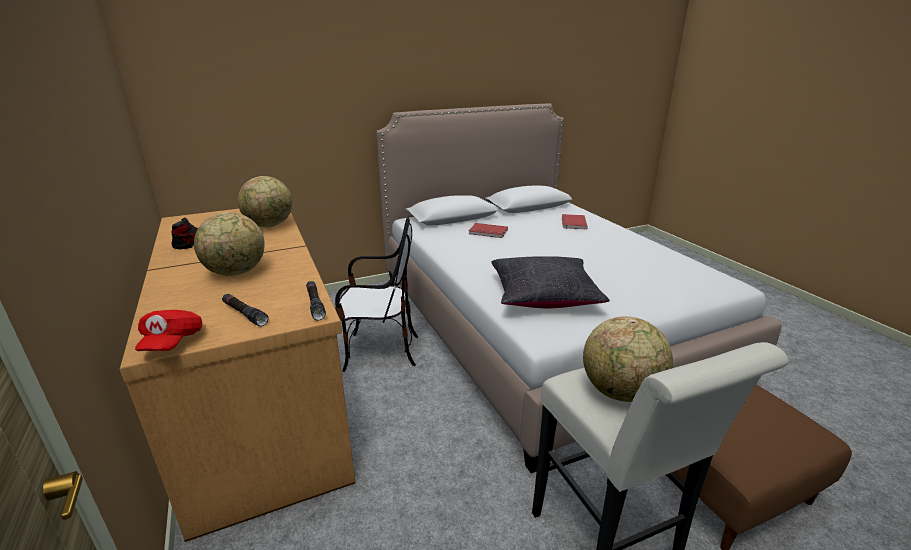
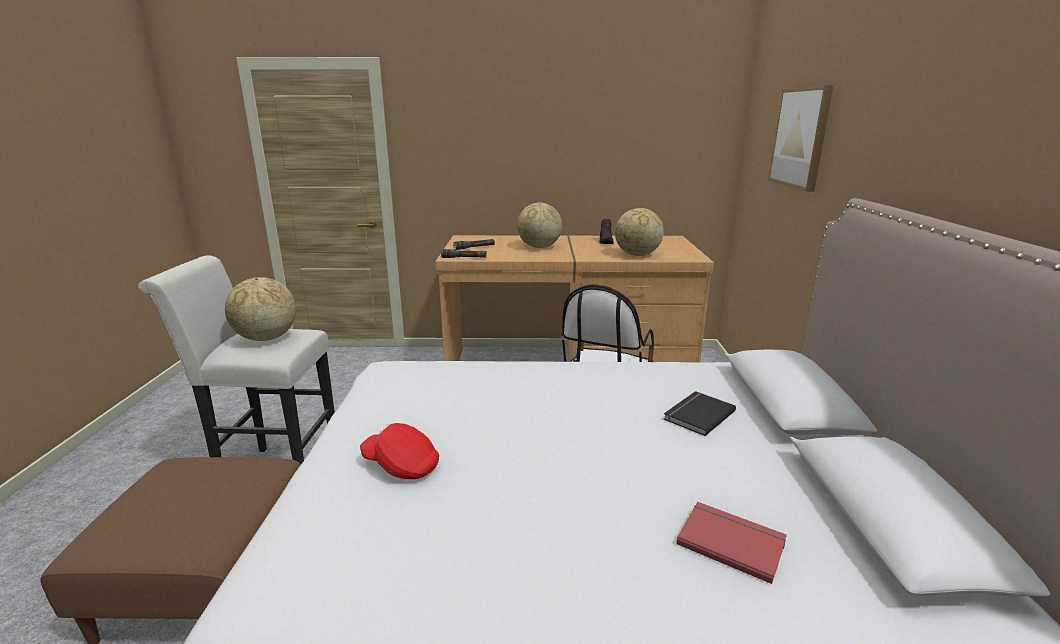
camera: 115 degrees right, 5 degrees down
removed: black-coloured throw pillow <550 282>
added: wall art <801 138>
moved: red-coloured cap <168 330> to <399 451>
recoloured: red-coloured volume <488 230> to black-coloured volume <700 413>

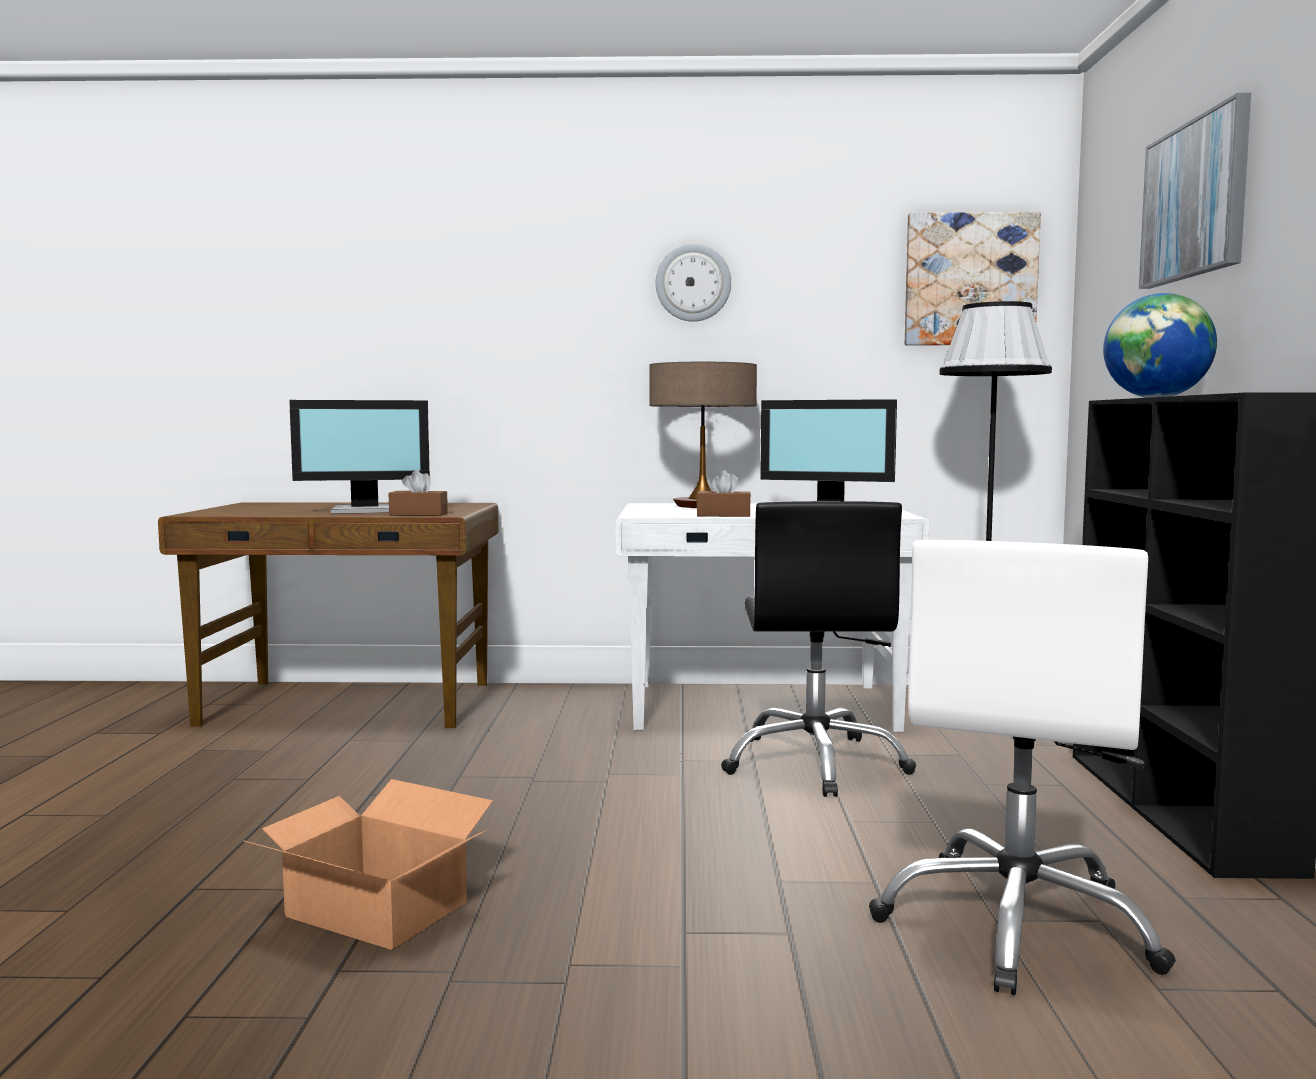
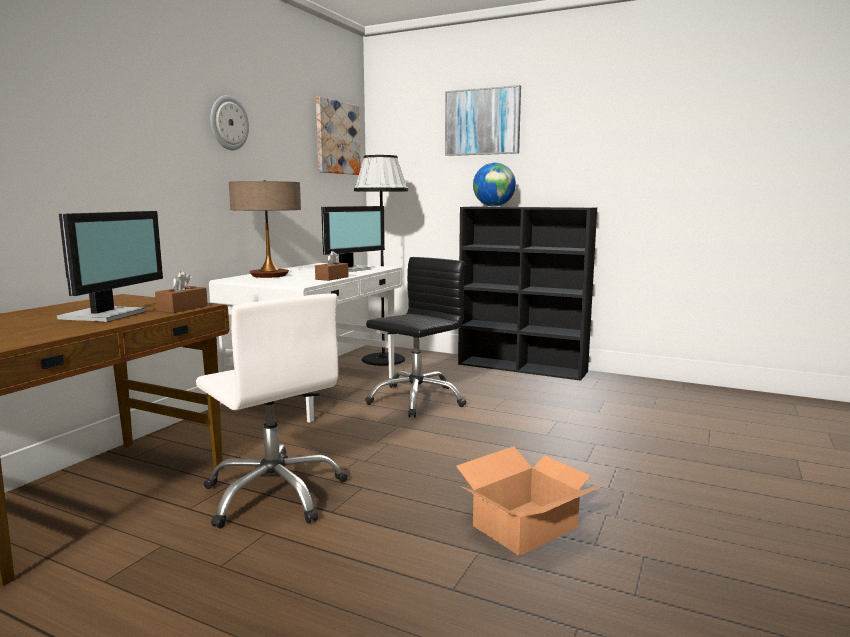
camera: 65 degrees left, 5 degrees up
moved: whitish computer chair <1022 767> to <272 411>
turned: black-coloured computer chair <818 649> = <415 337> 75 degrees counterclockwise

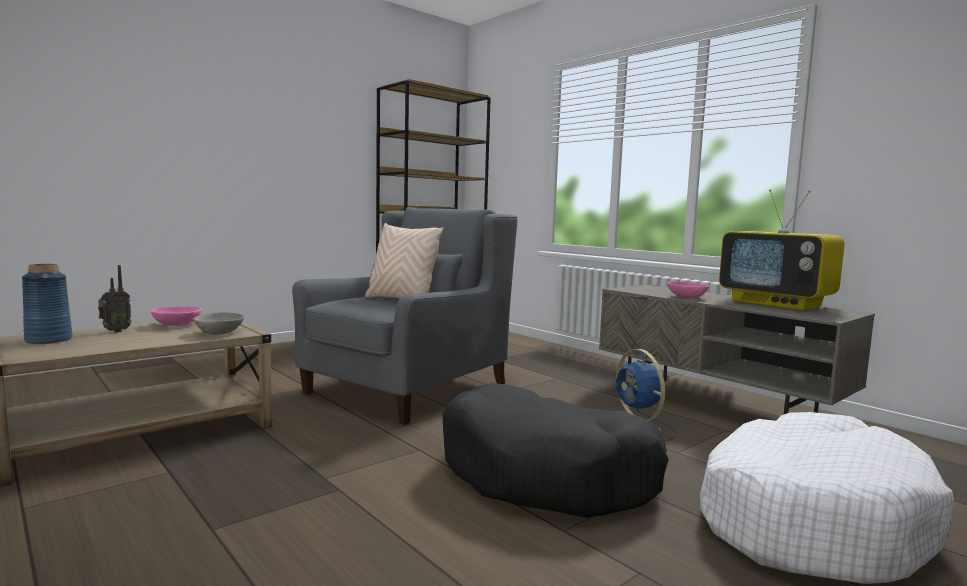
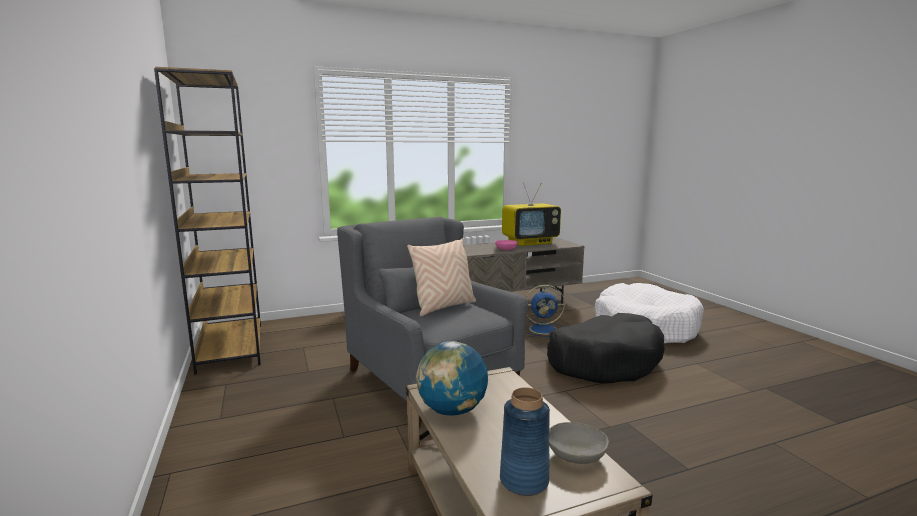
camera: 70 degrees left, 5 degrees up
removed: radio <115 298>
moved: gray bowl <219 323> to <579 443>
replaced: pink bowl <176 316> to globe <452 378>

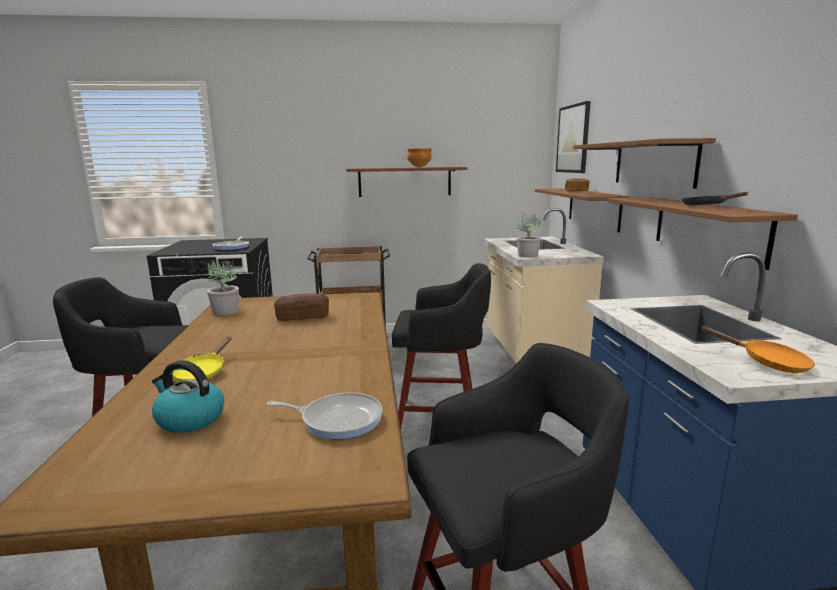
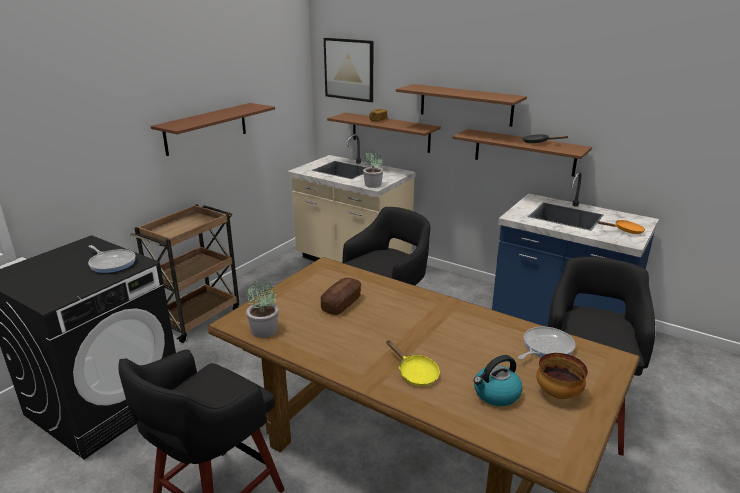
camera: 50 degrees left, 10 degrees up
moved: bowl <419 157> to <562 376>

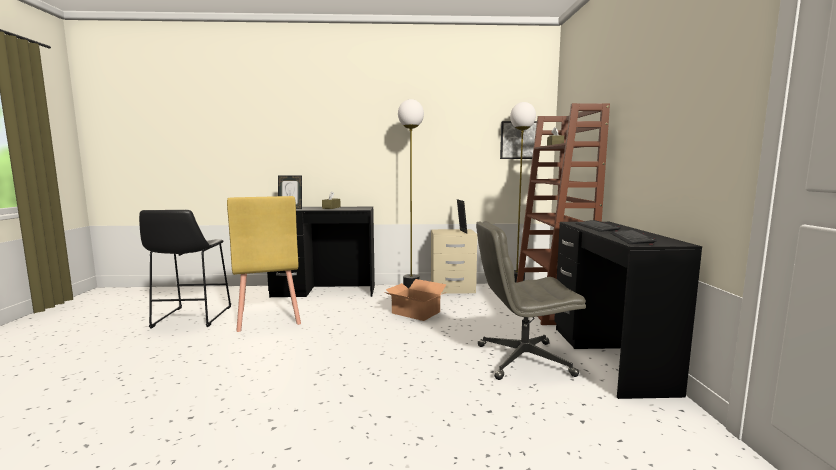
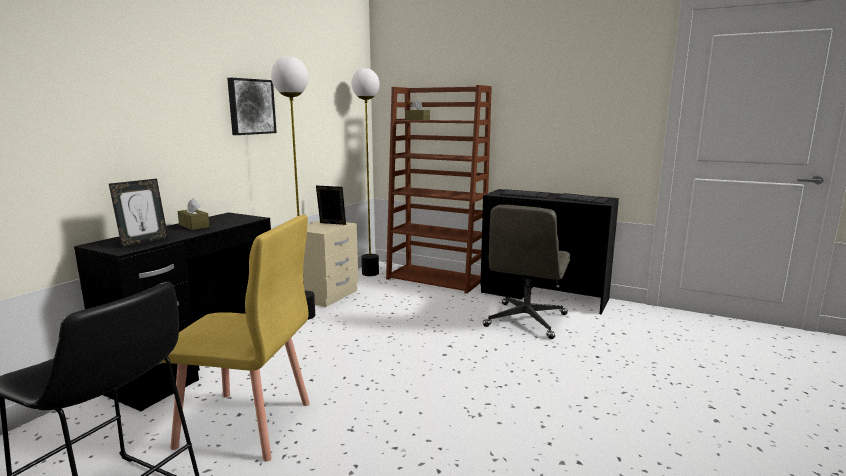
camera: 60 degrees left, 5 degrees up
removed: carton <415 300>
moved: wall art <518 140> to <252 106>

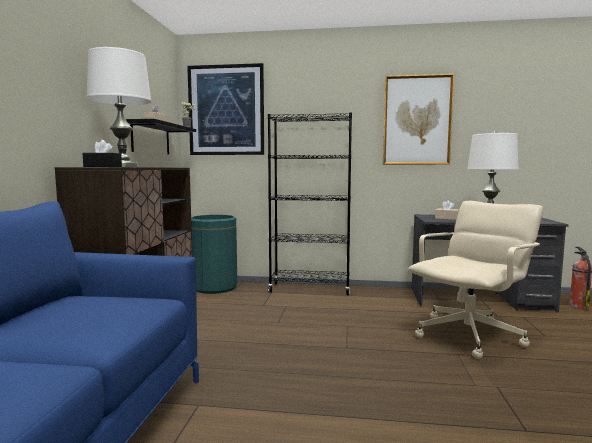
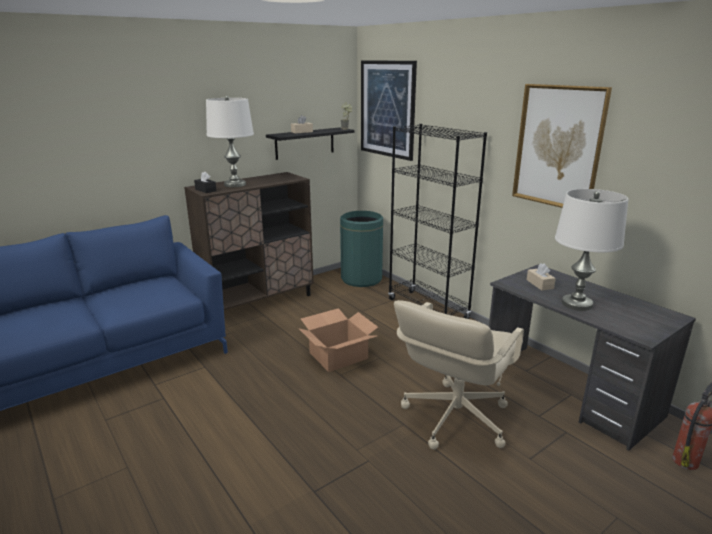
camera: 45 degrees right, 15 degrees up
added: carton <338 340>
turned: beige computer chair <475 280> = <459 375> 120 degrees clockwise

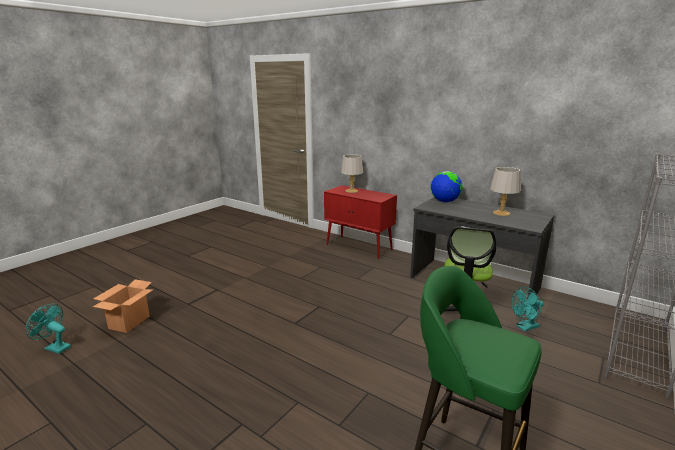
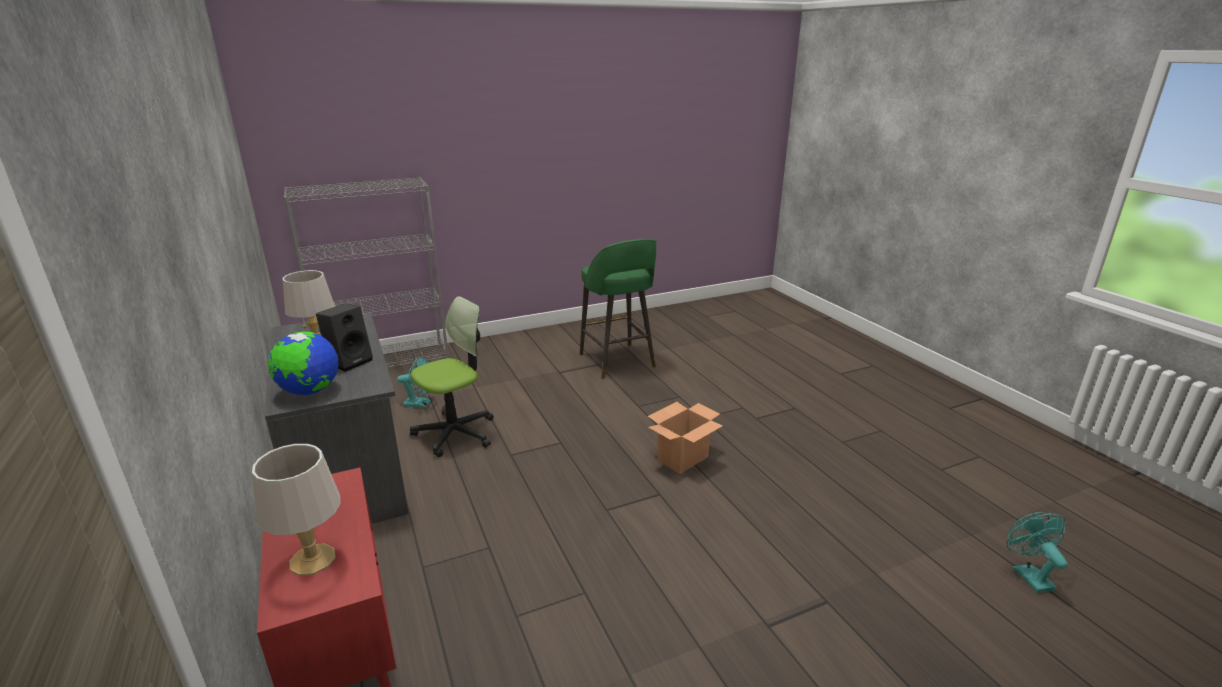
camera: 150 degrees left, 5 degrees up
added: black-coloured loudspeaker <344 338>
moved: carton <123 306> to <685 438>
turned: blue-green electric fan <48 329> = <1037 552> 150 degrees counterclockwise

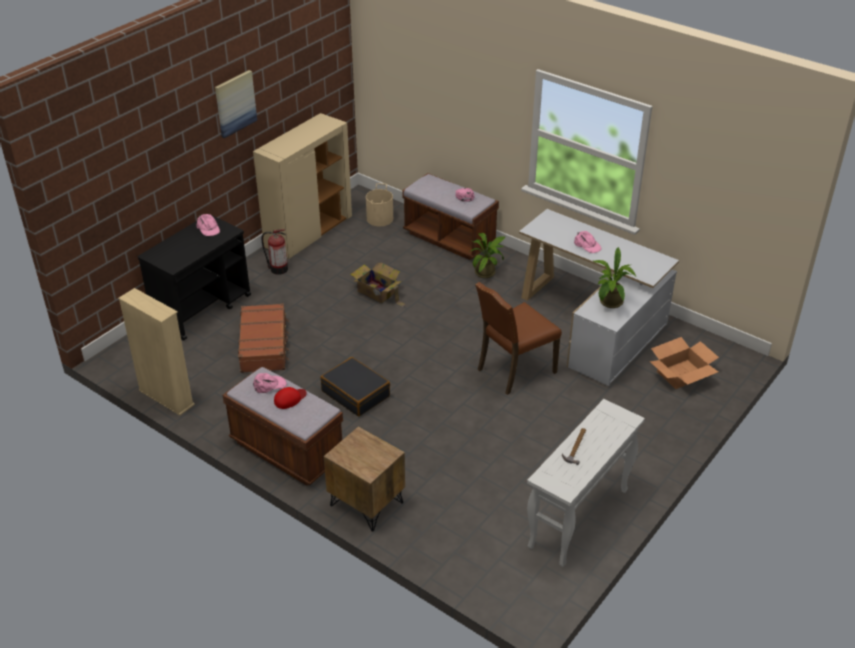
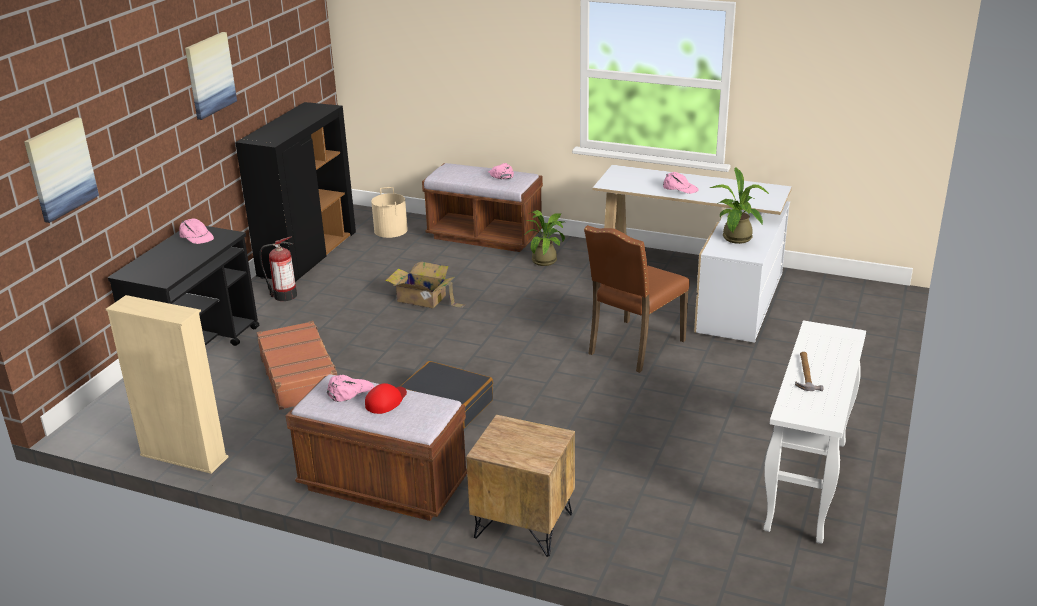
camera: 15 degrees left, 10 degrees down
removed: carton <684 363>
added: wall art <61 170>
recoloured: beige storage cabinet <302 186> to black-coloured storage cabinet <295 192>

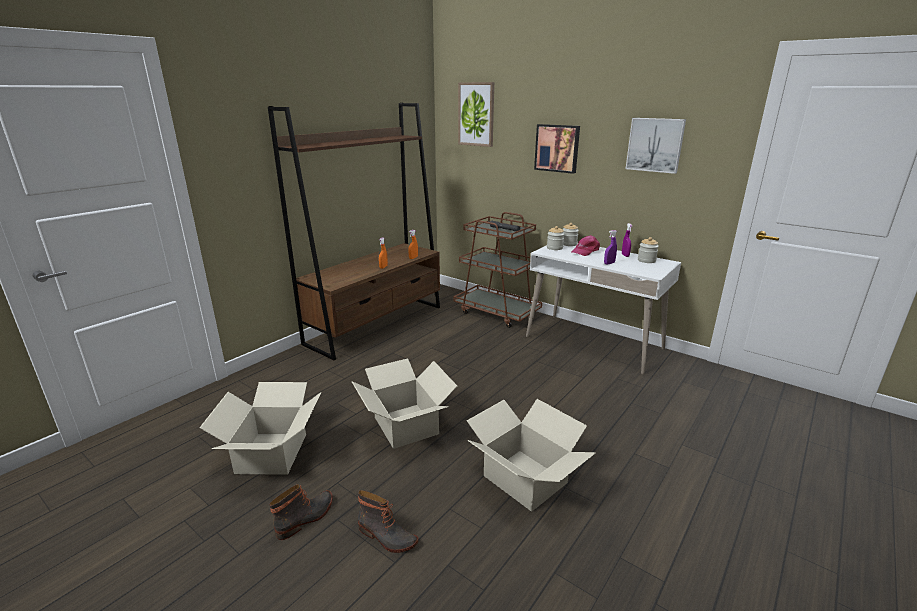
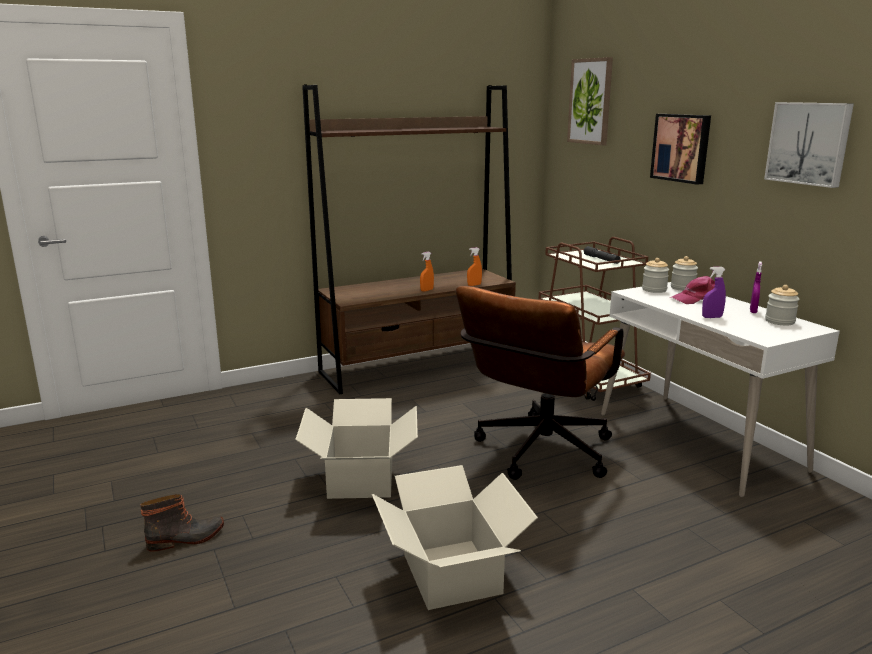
camera: 25 degrees right, 5 degrees down
removed: carton <260 428>; high-top boot <388 521>
added: brownish computer chair <540 383>

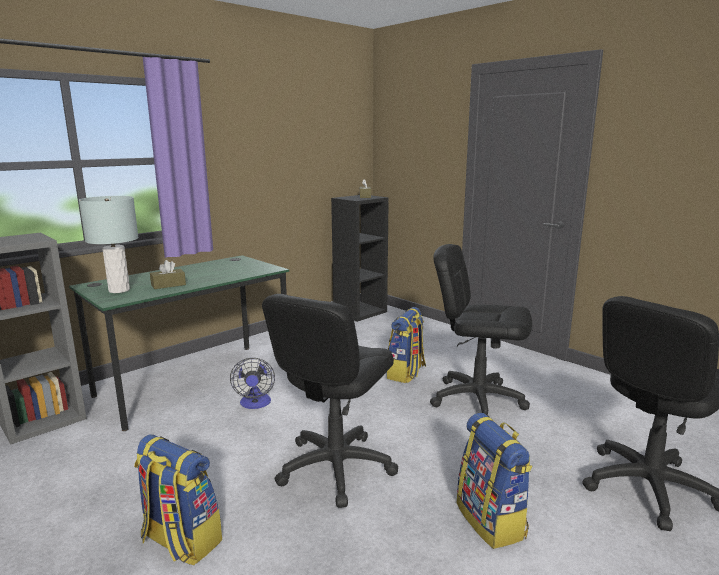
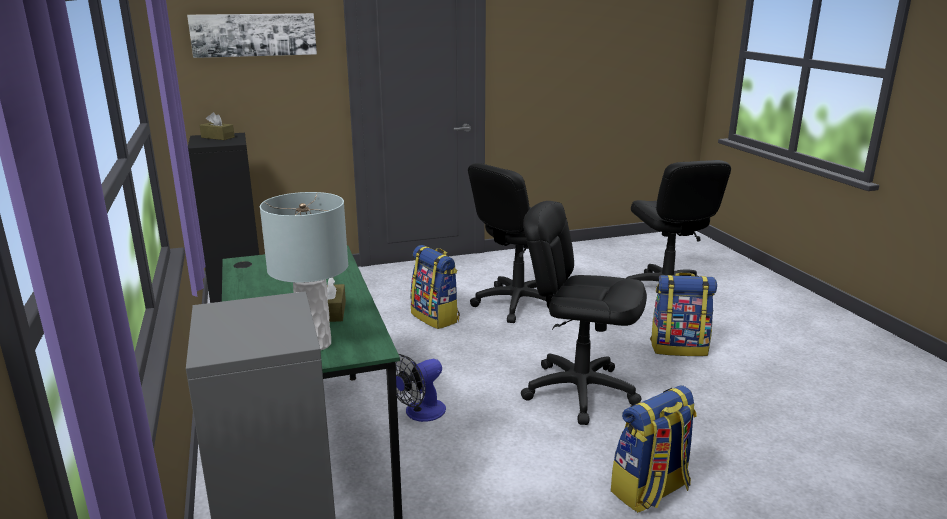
camera: 65 degrees left, 5 degrees up
added: wall art <252 35>
turned: electric fan <252 383> = <420 388> 120 degrees clockwise; black-coloured computer chair <330 401> = <584 313> 150 degrees clockwise

